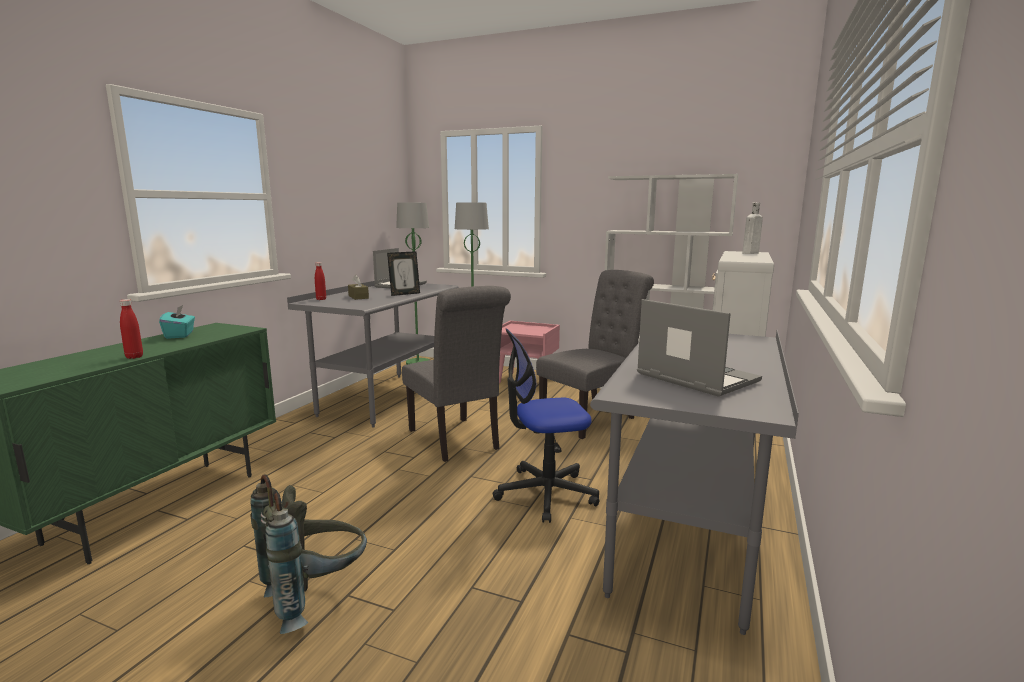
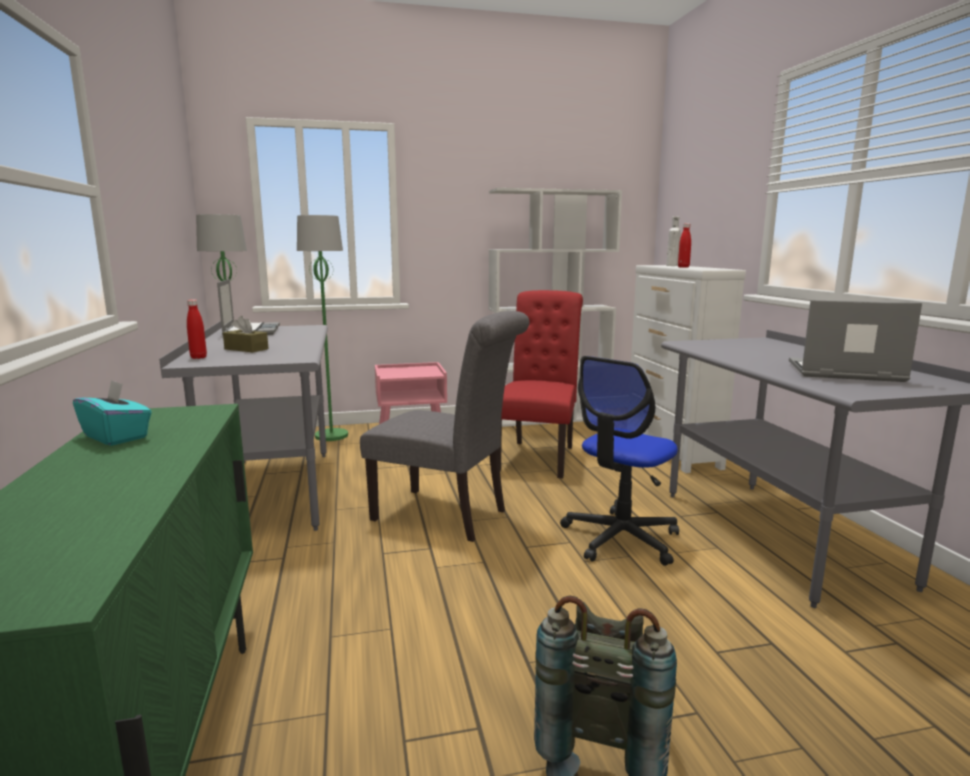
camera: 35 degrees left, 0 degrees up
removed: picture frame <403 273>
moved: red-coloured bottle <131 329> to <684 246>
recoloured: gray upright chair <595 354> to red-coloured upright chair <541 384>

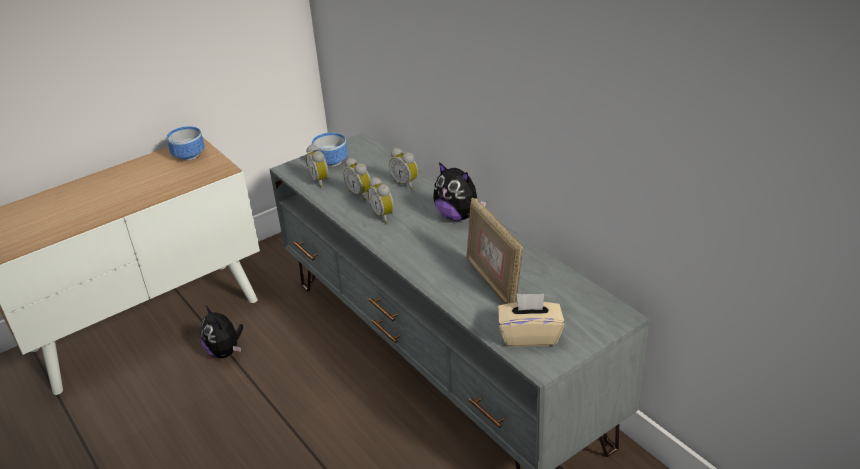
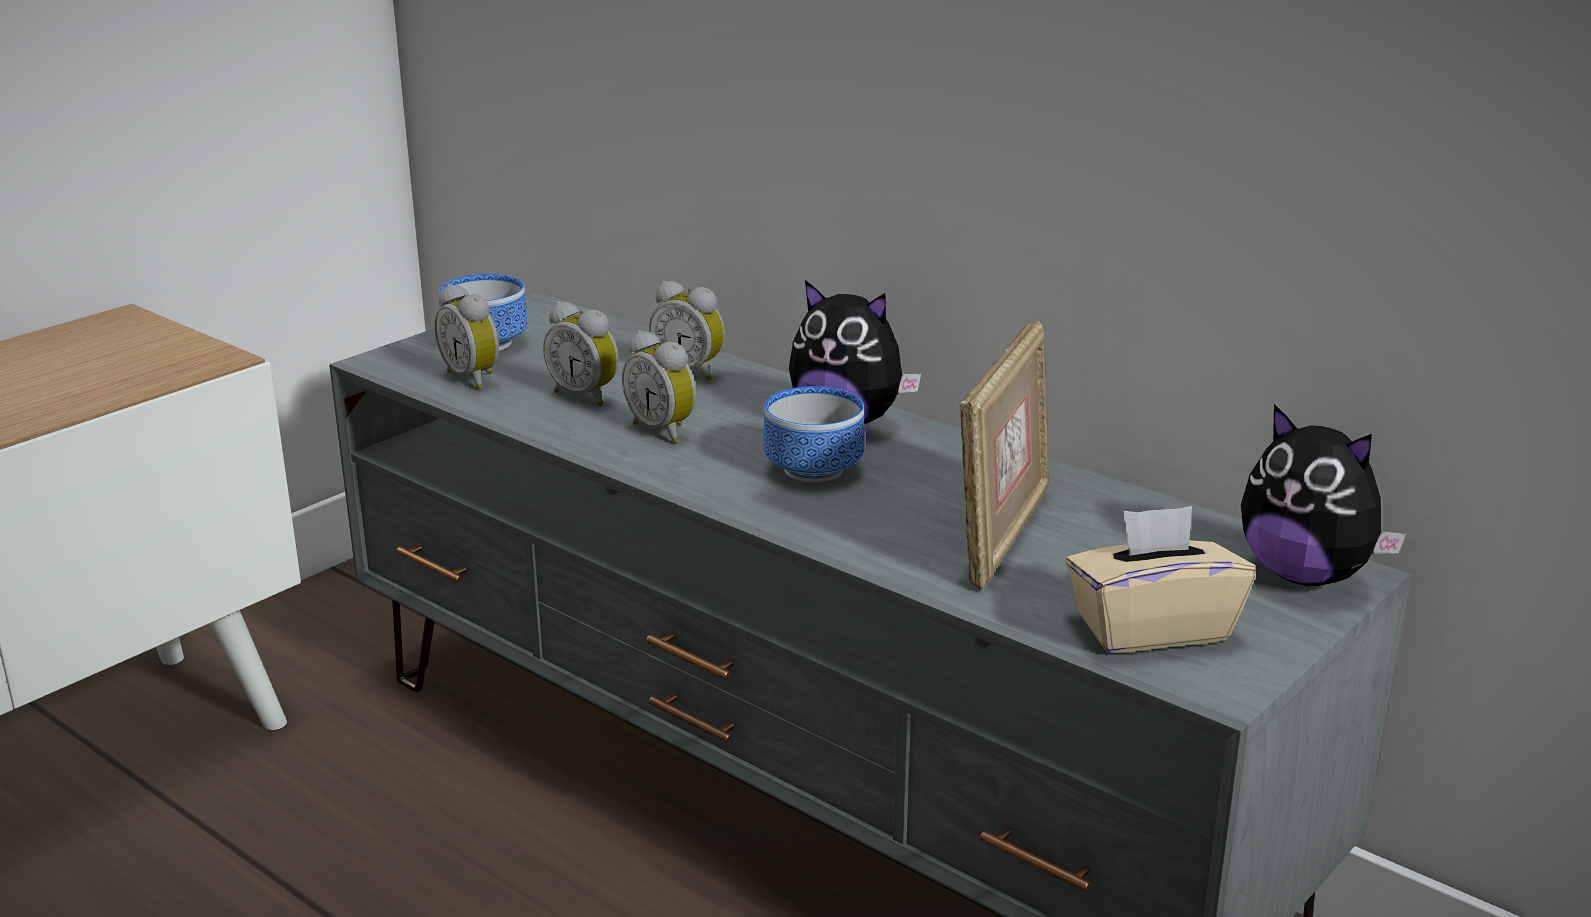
camera: 15 degrees left, 10 degrees down
moved: bowl <185 143> to <814 434>; soft toy <221 331> to <1323 495>
turned: picture frame <494 251> = <1004 455> 120 degrees counterclockwise

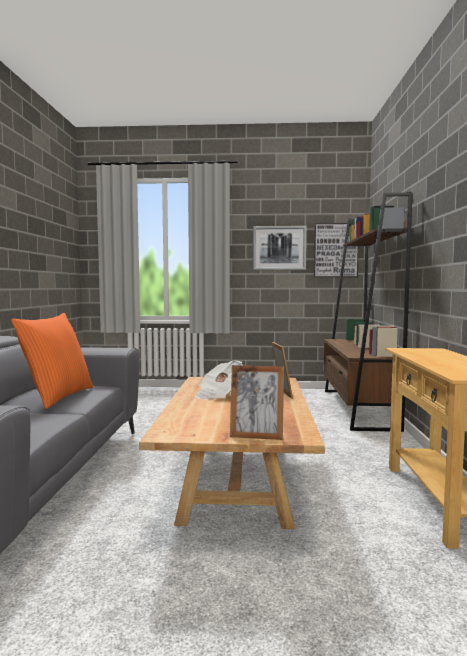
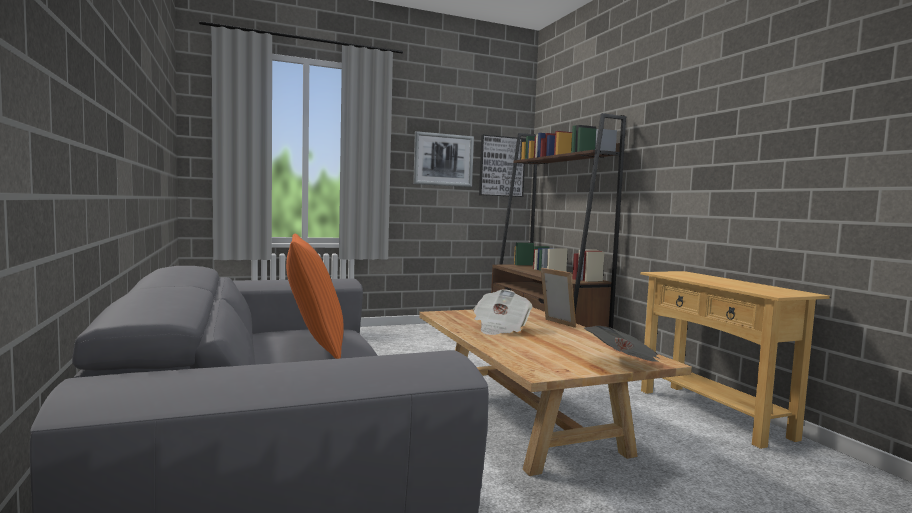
camera: 25 degrees left, 0 degrees up
replaced: picture frame <257 402> to daily paper <622 344>

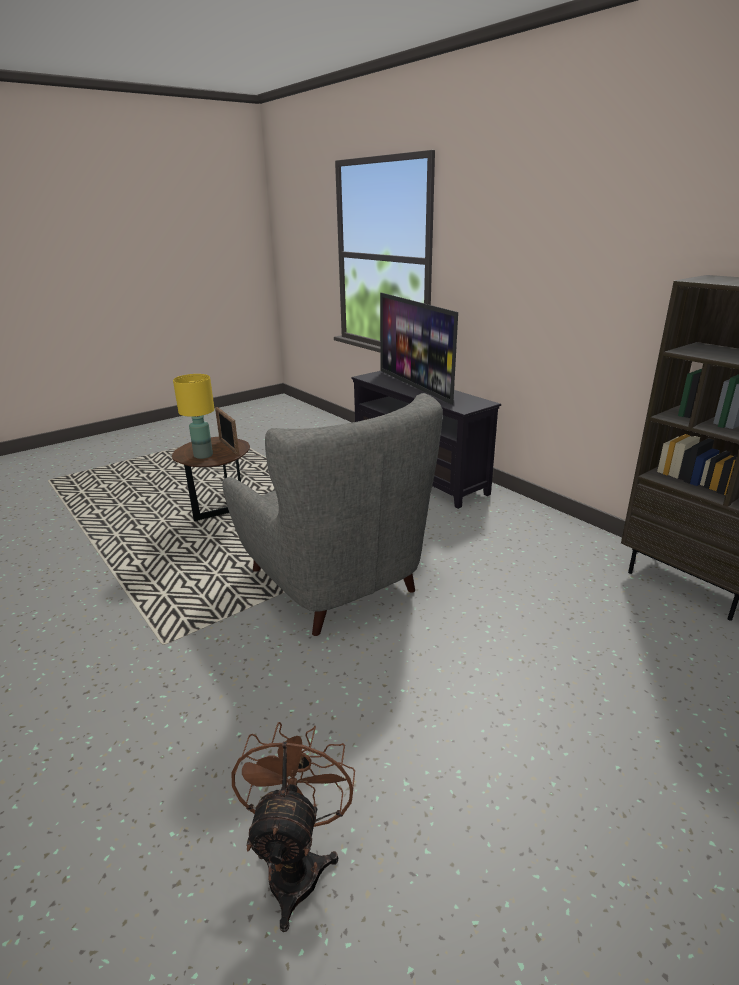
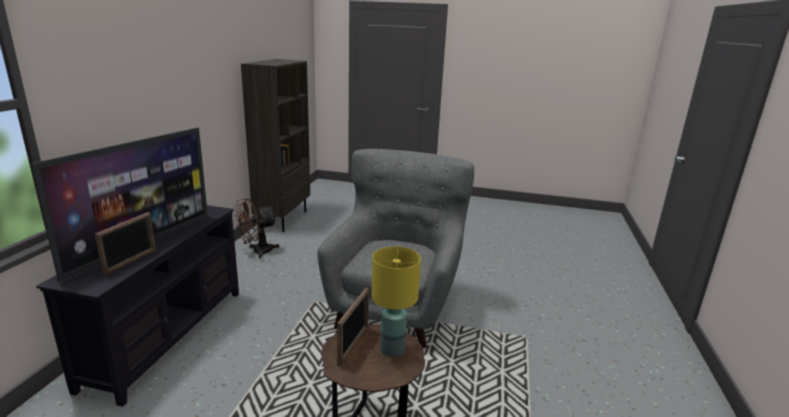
camera: 130 degrees left, 5 degrees down
added: picture frame <125 244>
moved: brownish electric fan <293 827> to <257 228>

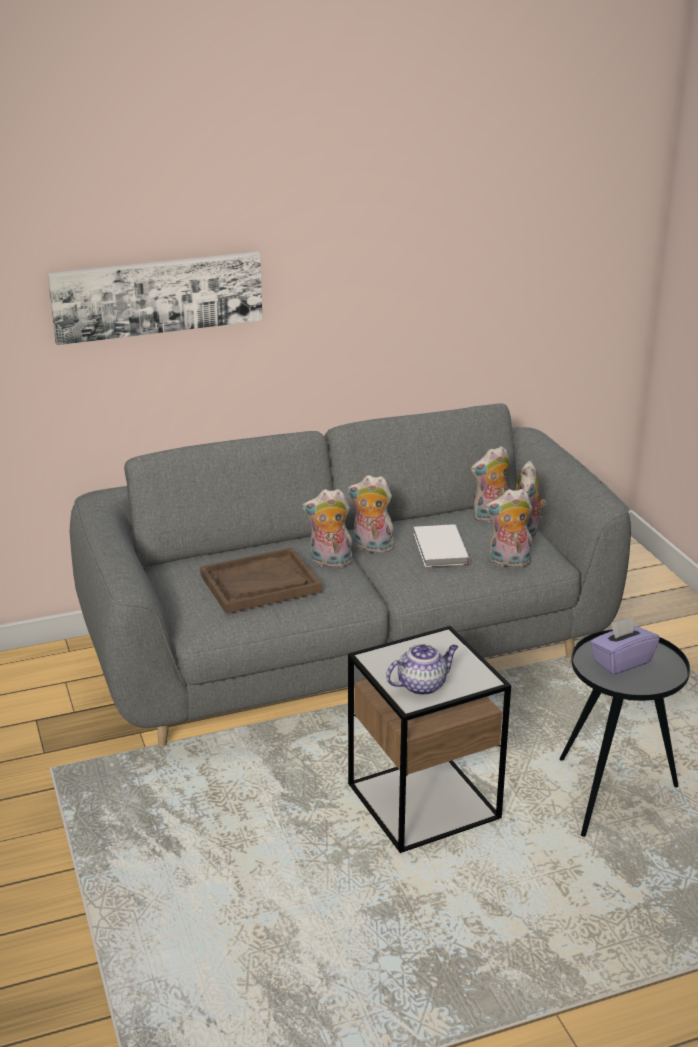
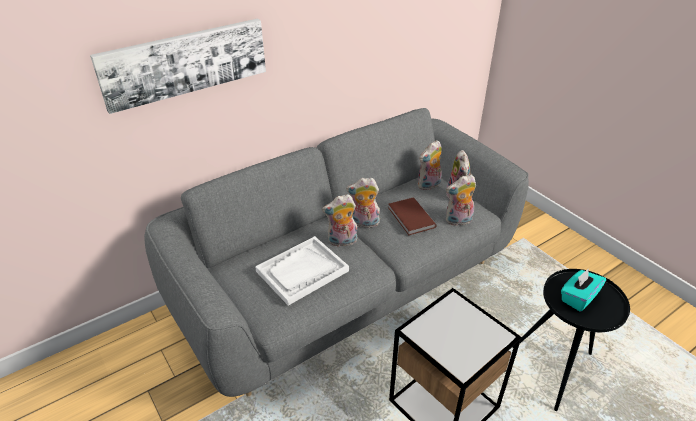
camera: 15 degrees left, 10 degrees up
removed: pot for tea <422 669>
recoloured: brownish carrying tray <261 580> to whitish carrying tray <302 271>; whitish volume <441 545> to brownish volume <412 216>; purple-coloured tissue box <625 646> to blue-green tissue box <583 290>

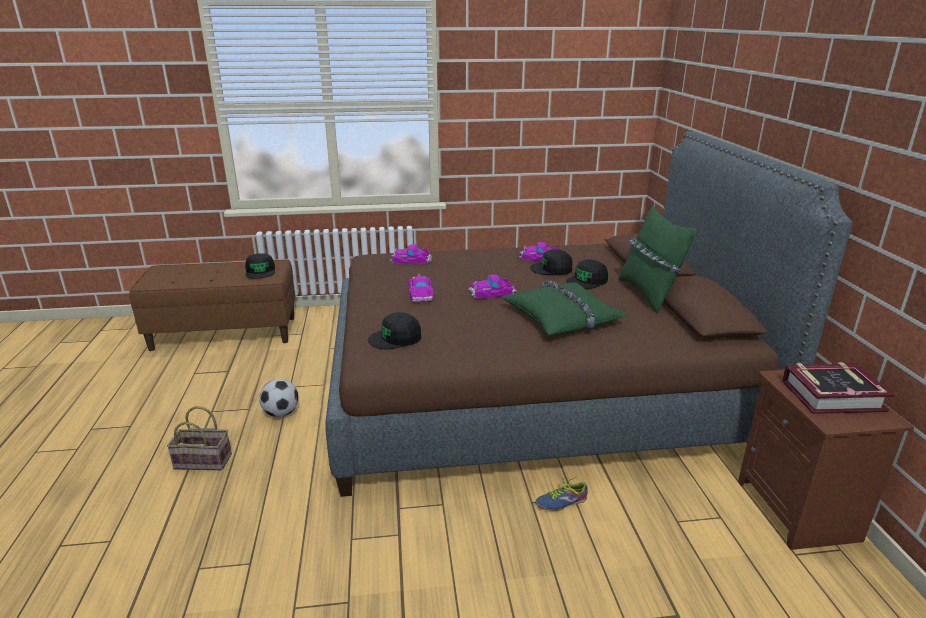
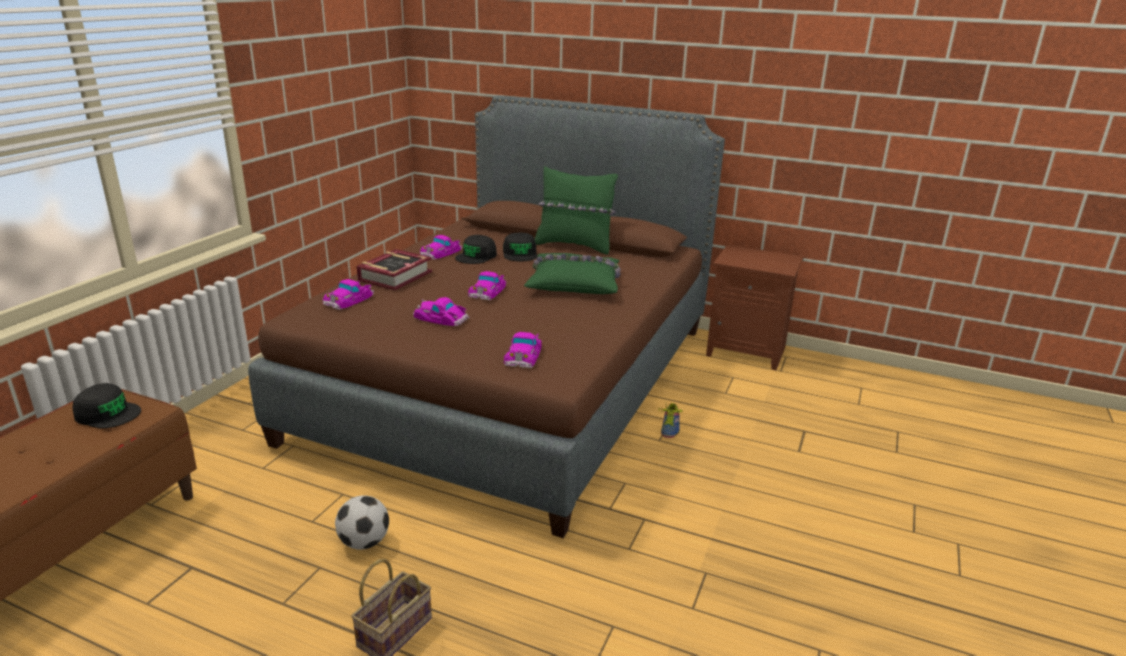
camera: 60 degrees left, 0 degrees up
moved: volume <838 388> to <394 269>
replaced: black-coloured cap <394 330> to miniature car <522 350>

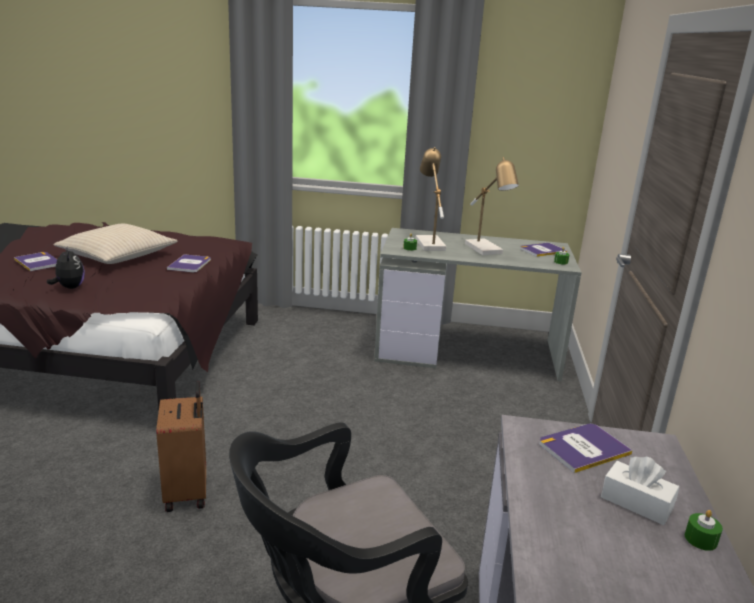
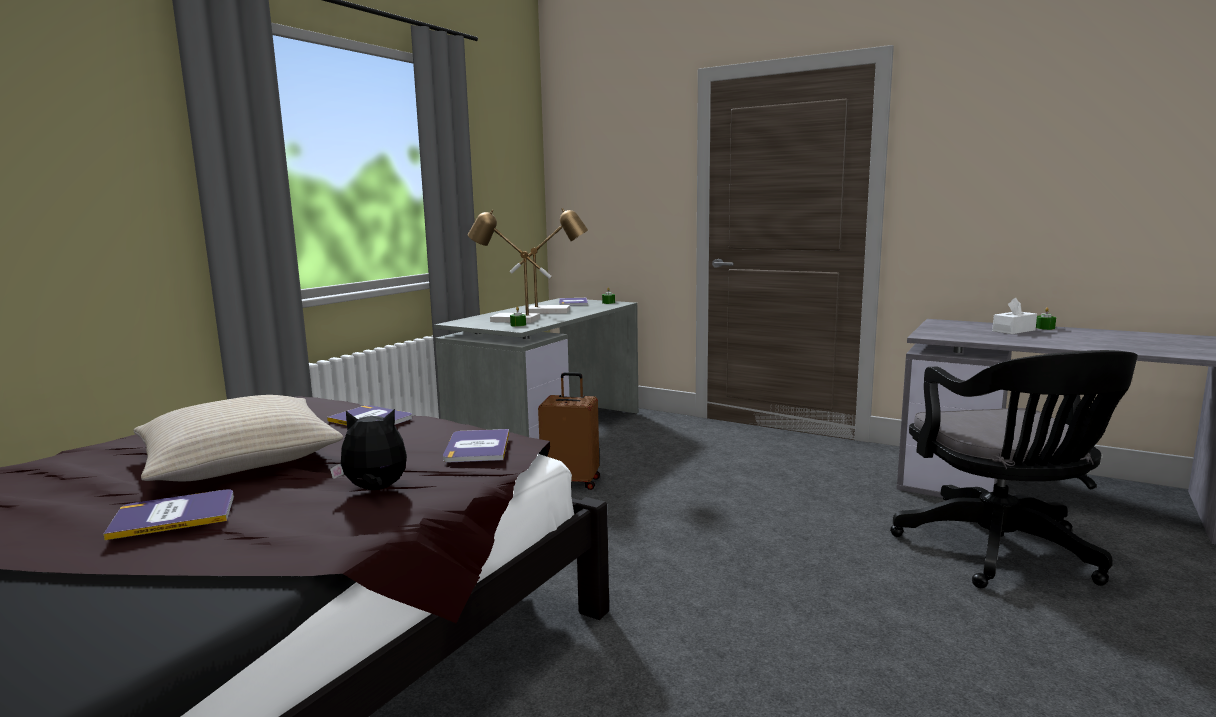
camera: 65 degrees left, 10 degrees down
moved: brownish travel case <181 446> to <569 431>; volume <586 448> to <476 445>

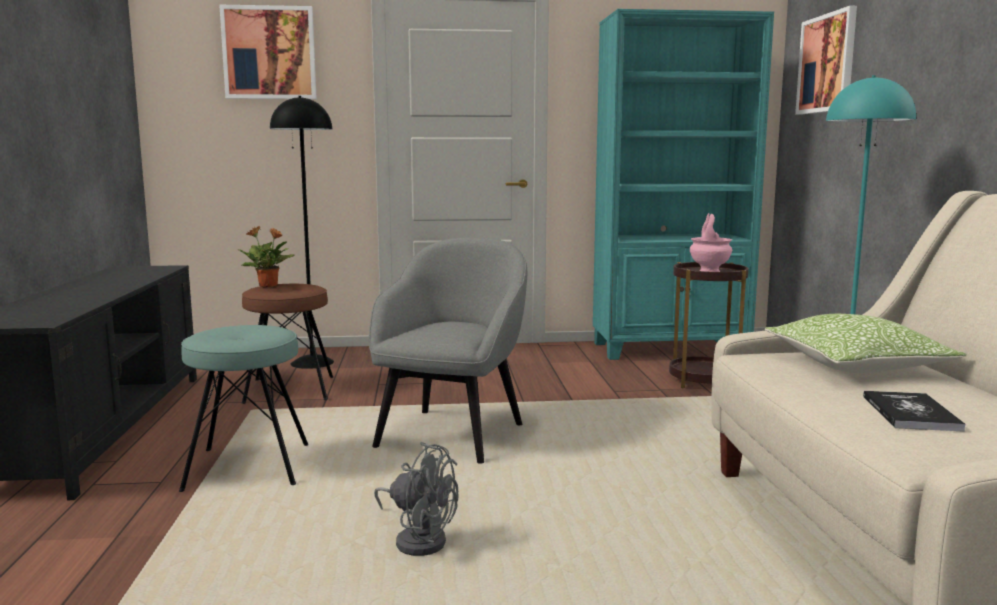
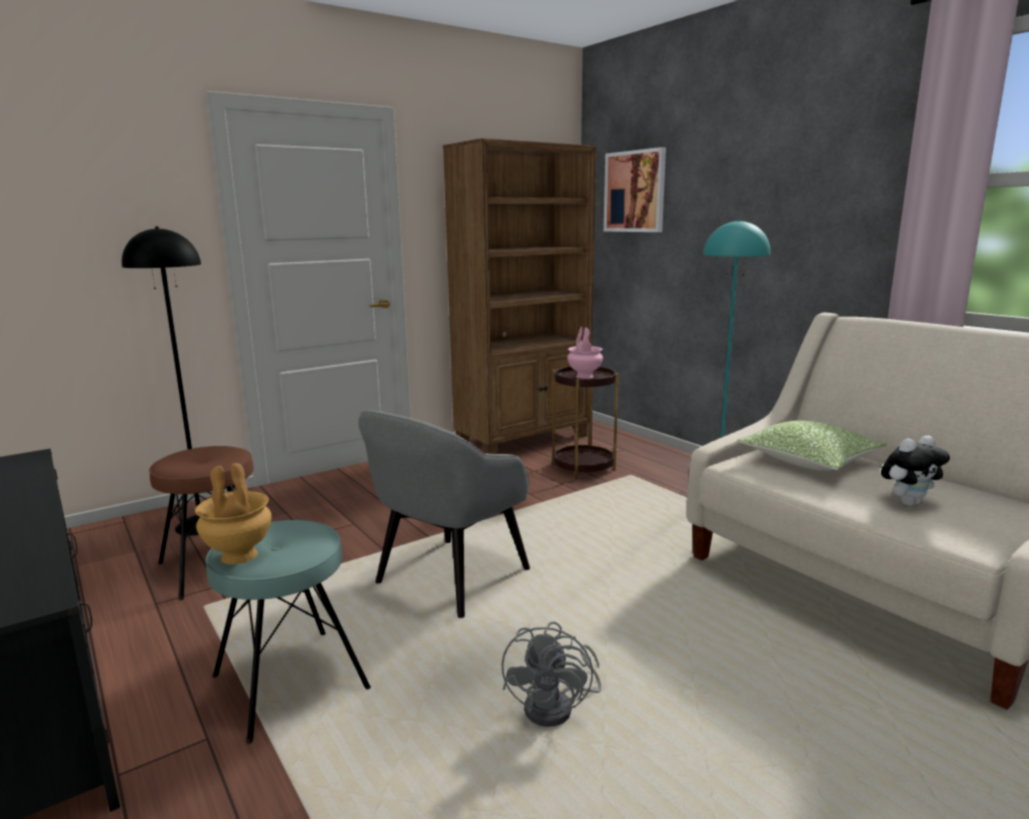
camera: 30 degrees left, 5 degrees up
removed: wall art <268 52>; plant in a pot <266 256>
added: brownish flower vase <233 513>
replaced: volume <914 411> to soft toy <915 471>
recoloured: blue-green bookshelf <683 184> to brownish bookshelf <519 296>
turned: gray lounge chair <448 350> = <444 514> 135 degrees counterclockwise; gray electric fan <416 499> = <552 674> 105 degrees clockwise

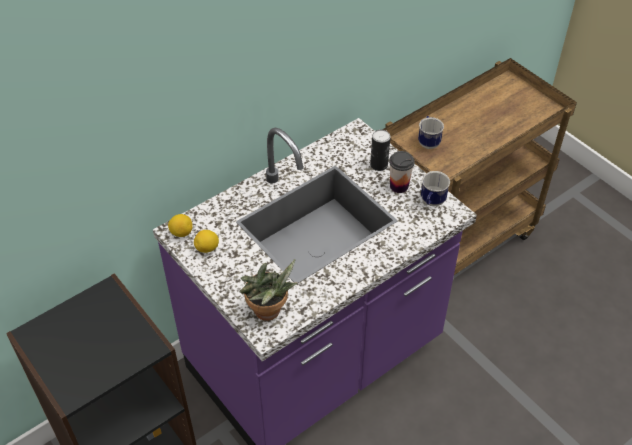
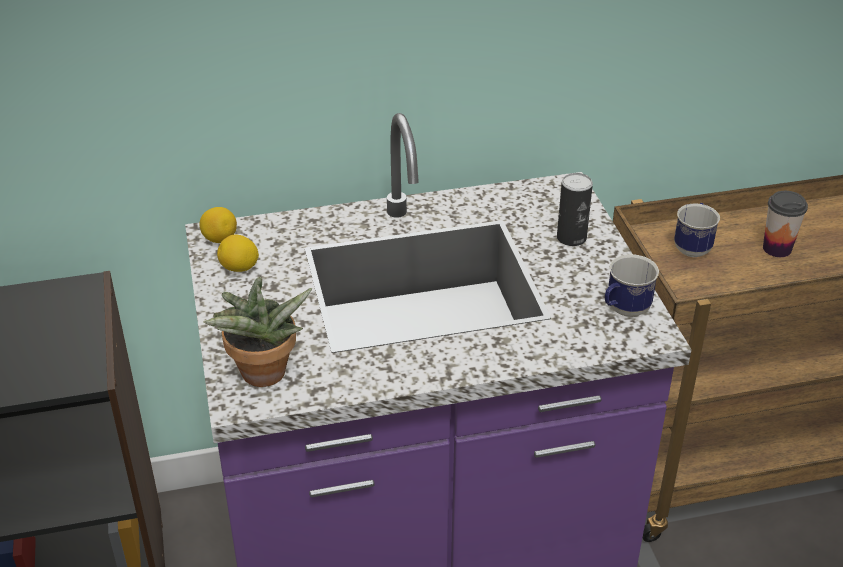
camera: 25 degrees right, 10 degrees down
moved: drinking cup <402 172> to <785 224>

